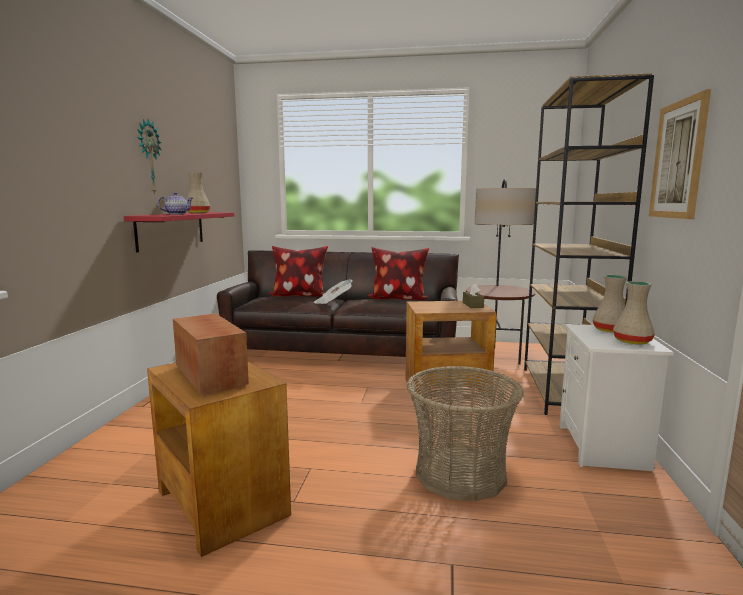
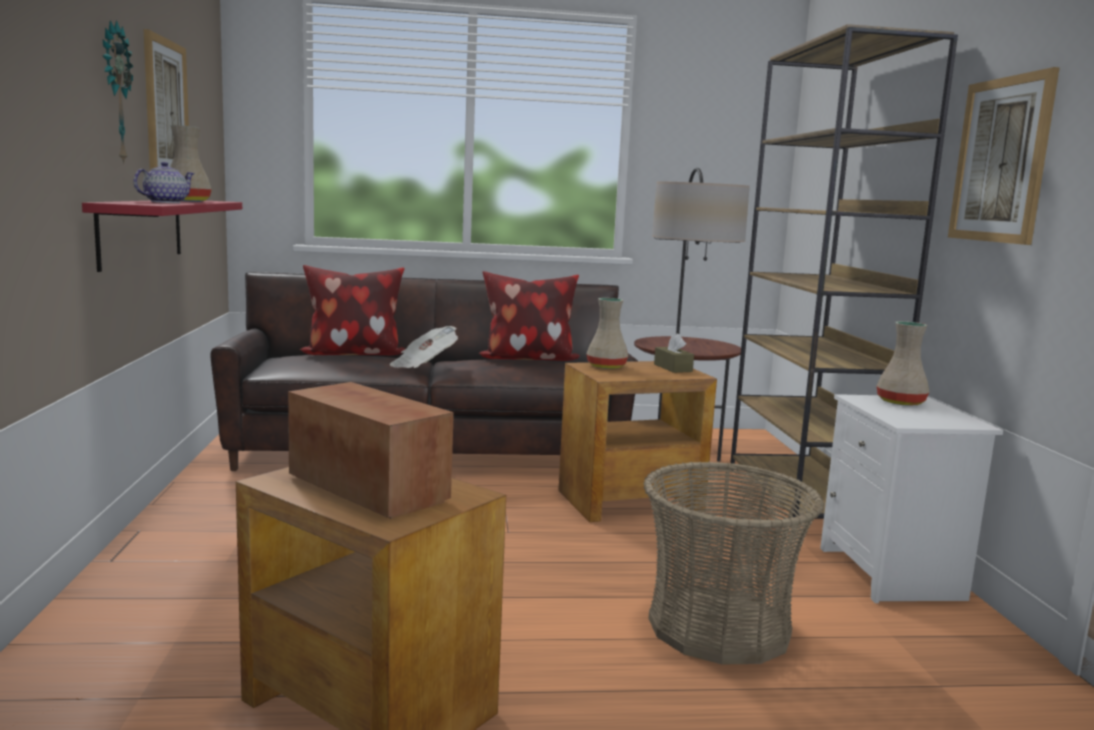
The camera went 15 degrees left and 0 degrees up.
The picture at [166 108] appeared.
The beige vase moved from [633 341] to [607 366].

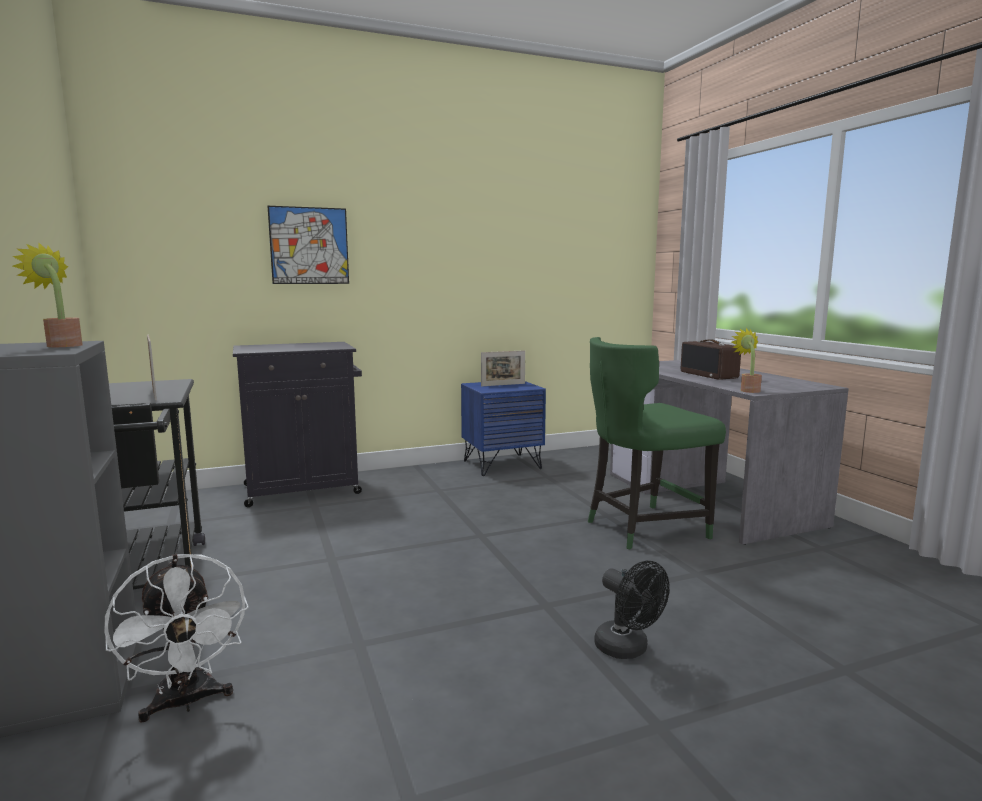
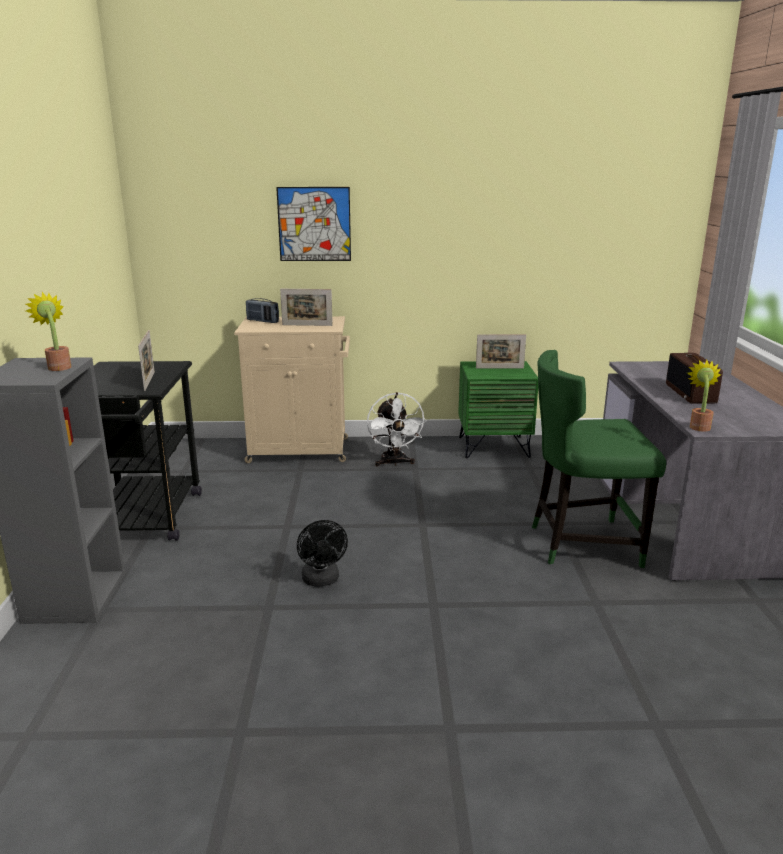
The camera went 20 degrees right and 10 degrees up.
The radio at [262 321] appeared.
The picture frame at [307 325] appeared.
The white fan moved from [187 702] to [394 463].
The black fan moved from [628 649] to [322 580].
The black cabinet at [304 489] became the beige cabinet at [301 450].
The blue nightstand at [502 465] became the green nightstand at [493 447].

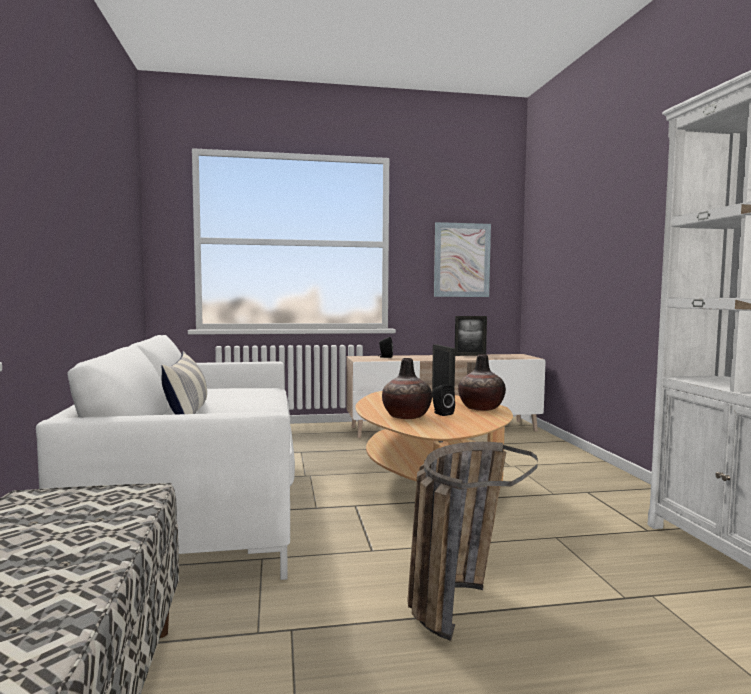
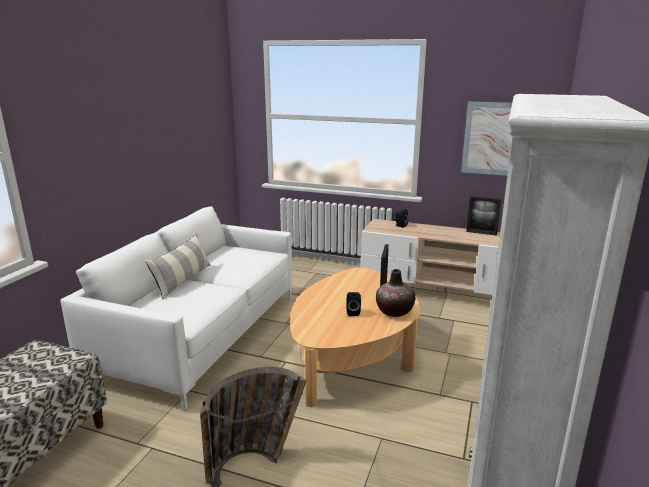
The camera went 30 degrees right and 15 degrees up.
The vase at [406 416] disappeared.

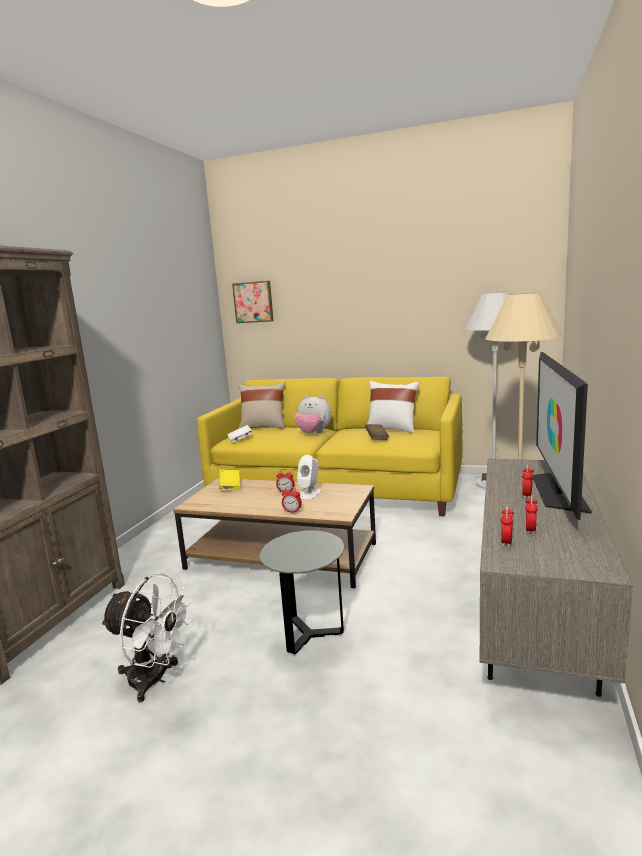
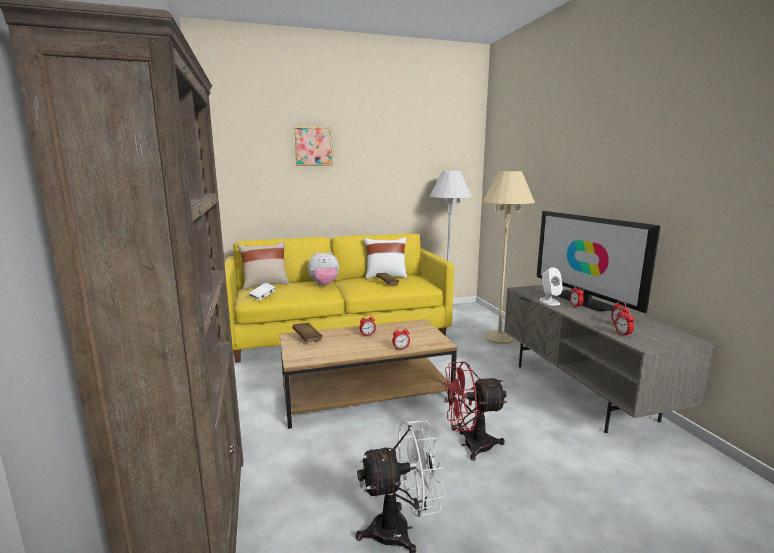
The camera went 35 degrees left and 0 degrees up.
The picture moved from [253 302] to [313 146].
The white speaker moved from [310 493] to [549 301].
The grey side table at [309 635] was replaced by the red fan at [470 445].
The yellow book at [230 487] became the brown book at [307 339].

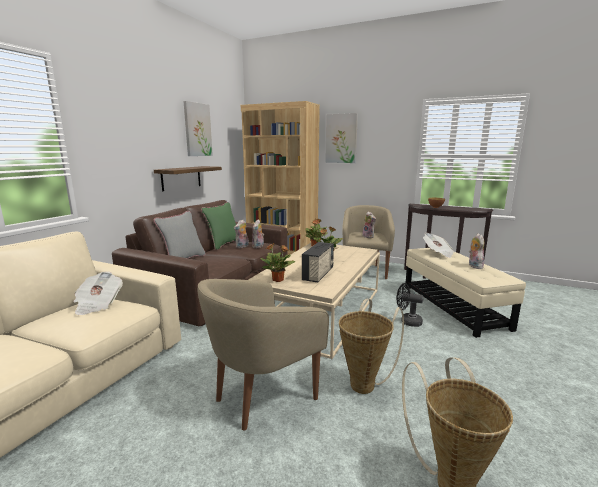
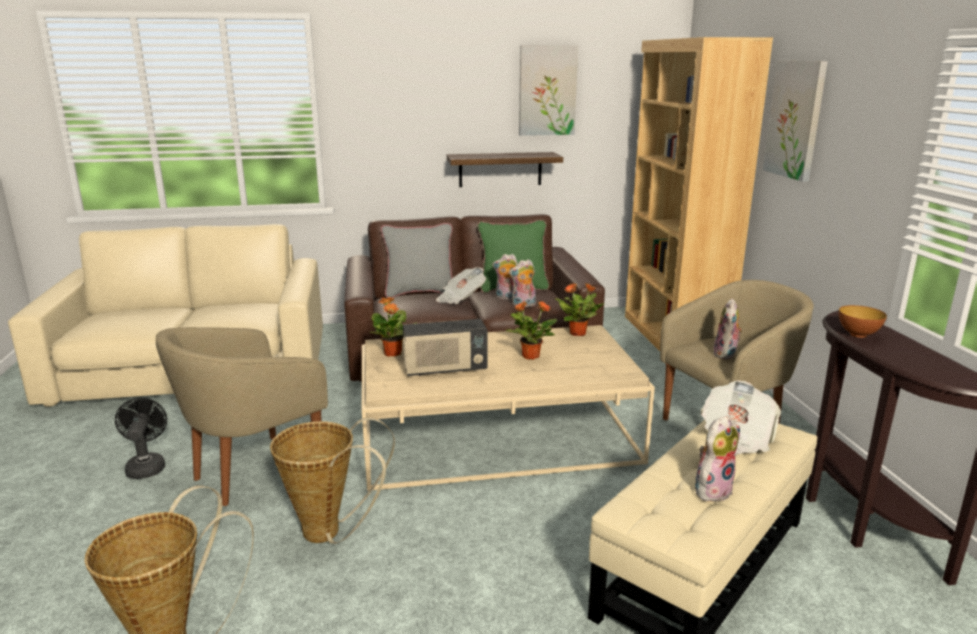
The camera went 55 degrees right and 5 degrees up.
The newspaper moved from [98 304] to [460 299].
The black fan moved from [407 321] to [146 466].
The beige armchair at [262 396] turned 60 degrees counterclockwise.

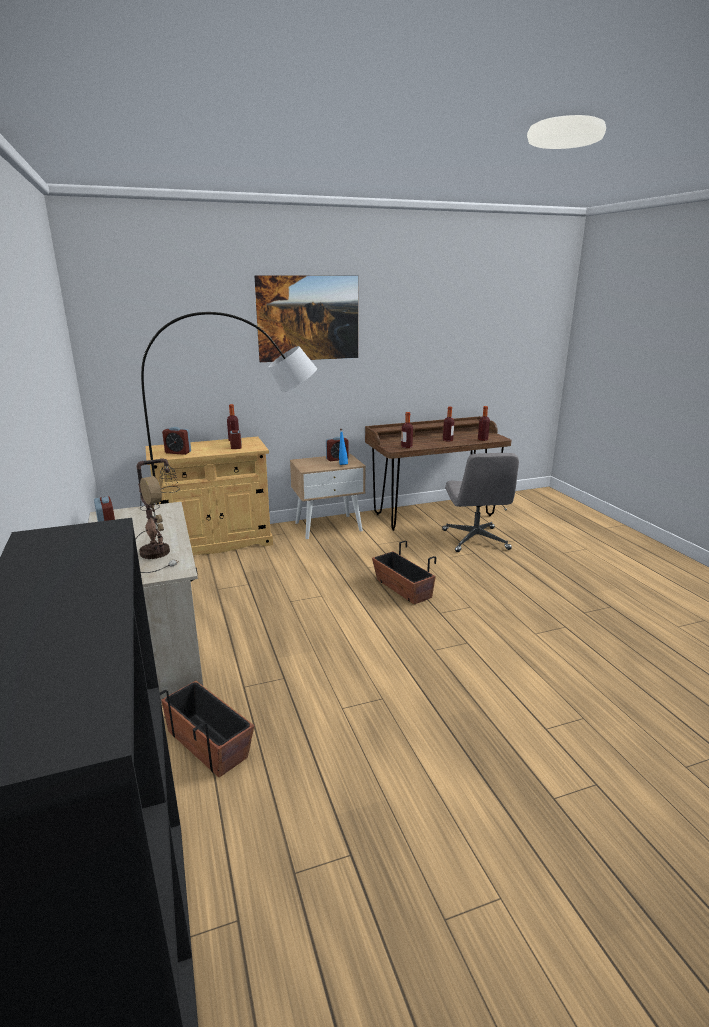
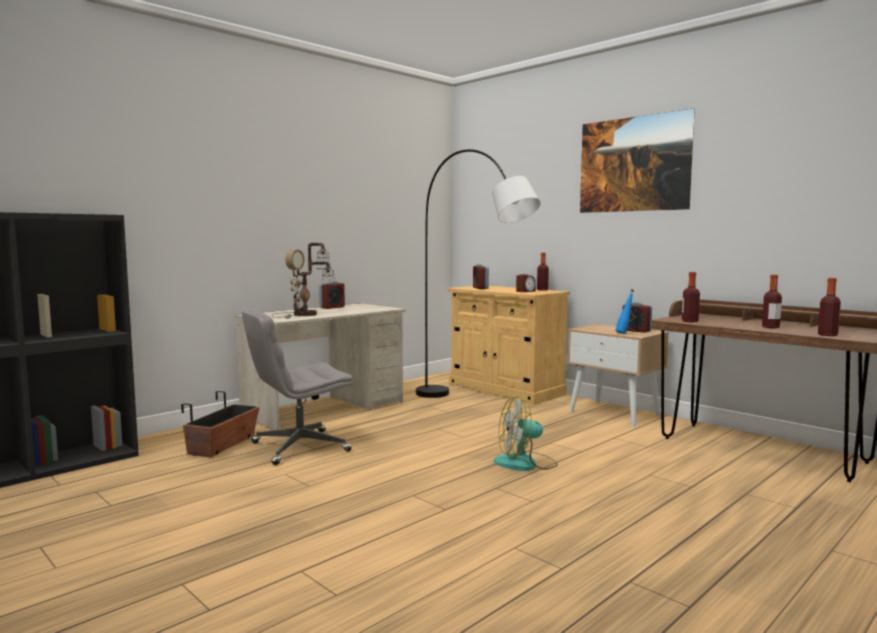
The camera went 65 degrees right and 15 degrees down.
The grey office chair moved from [475 540] to [299 447].
The planter at [402 589] was replaced by the fan at [525 464].

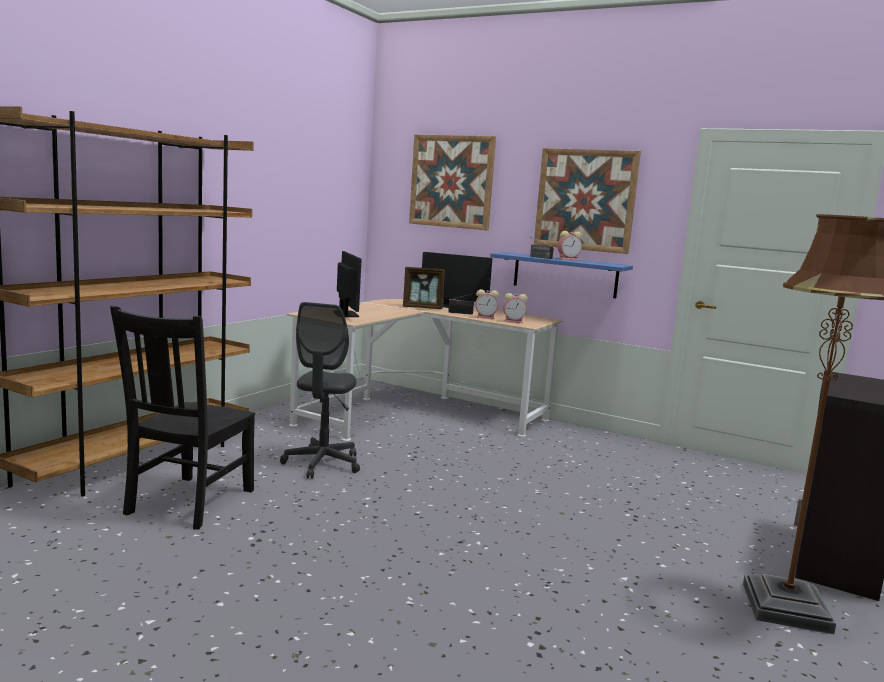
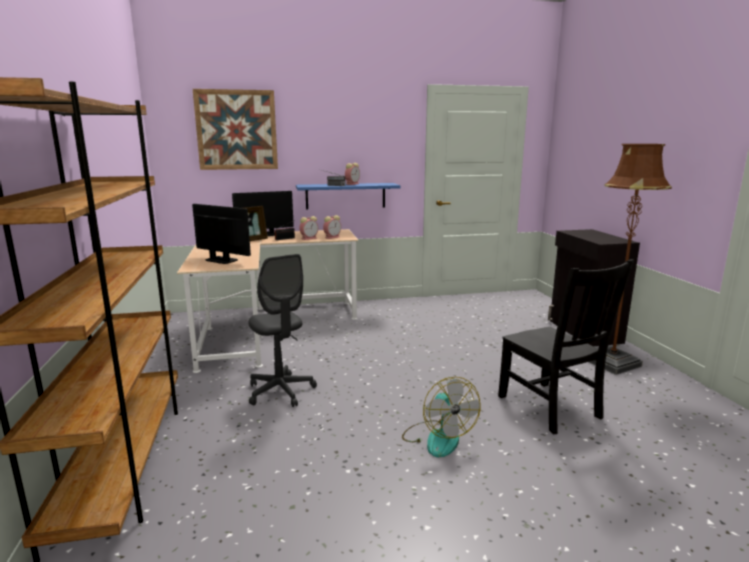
The camera went 40 degrees left and 5 degrees up.
The picture at [585 200] disappeared.
The fan at [438 438] appeared.
The black chair moved from [188 503] to [551 408].

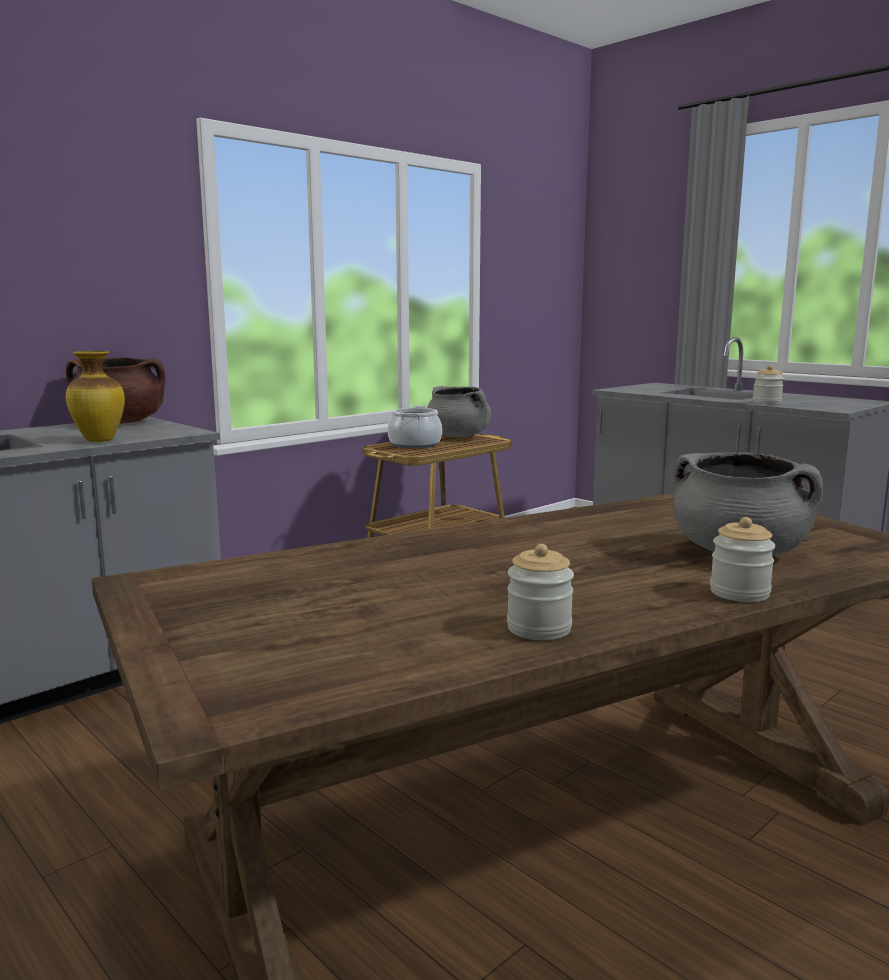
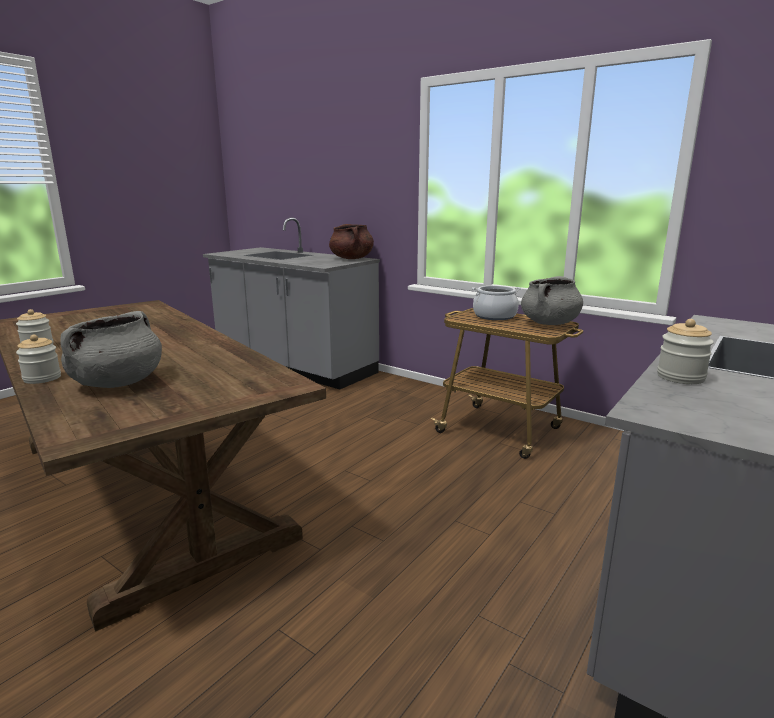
The camera went 80 degrees right and 5 degrees up.
The vase at [98 441] disappeared.

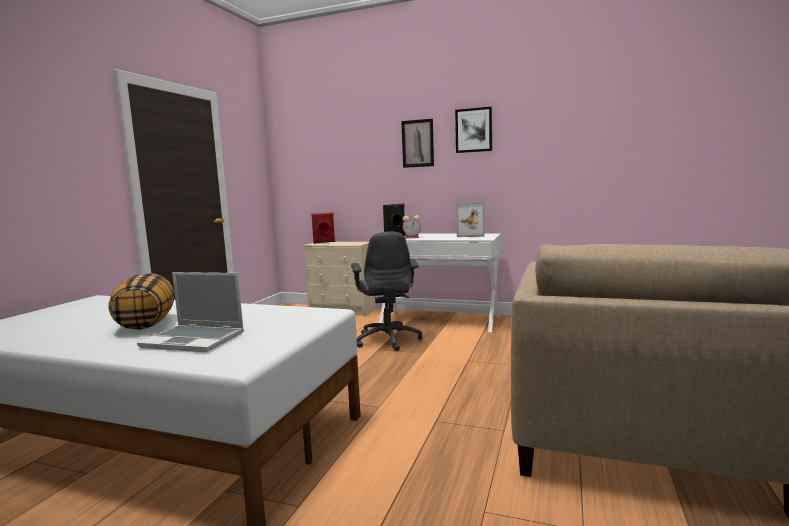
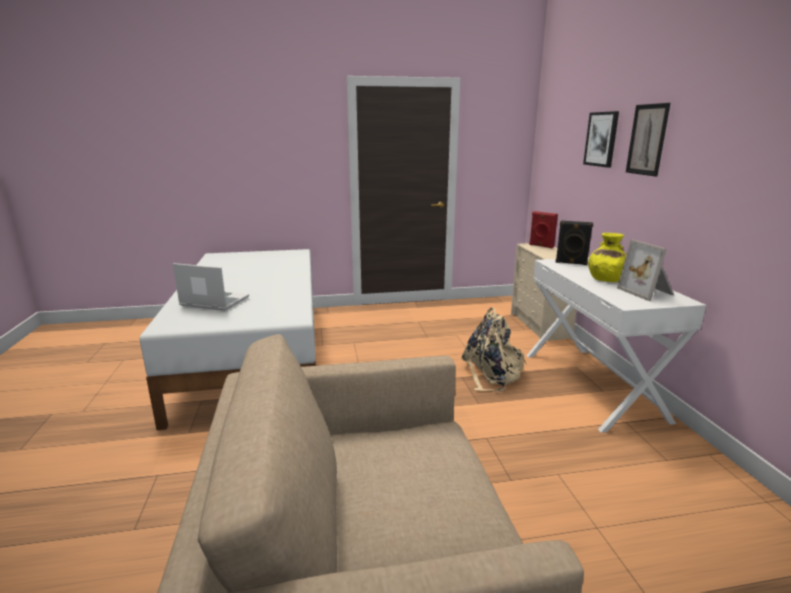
The camera went 60 degrees right and 10 degrees up.
The pillow at [146 324] disappeared.
The alarm clock at [412 237] disappeared.
The yellow vase at [606 279] appeared.
The picture moved from [473 130] to [601 139].
The grey office chair at [388 339] was replaced by the beige backpack at [492 374].
The laptop at [195 340] turned 120 degrees clockwise.

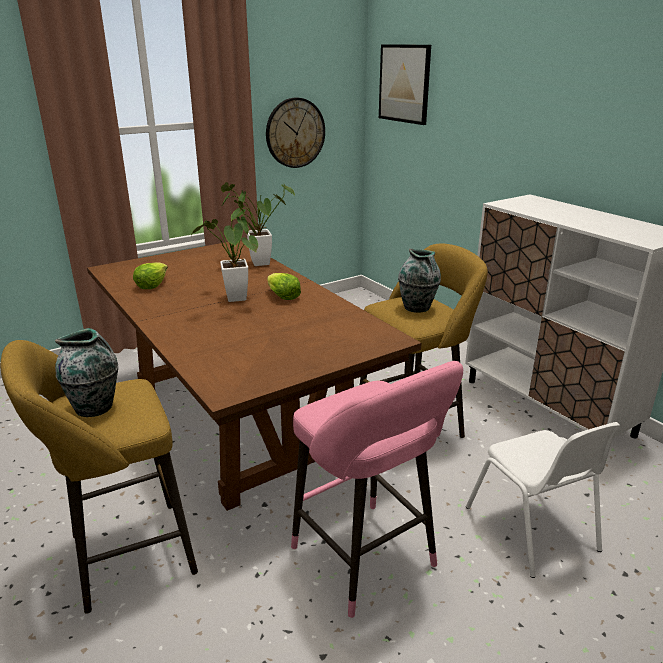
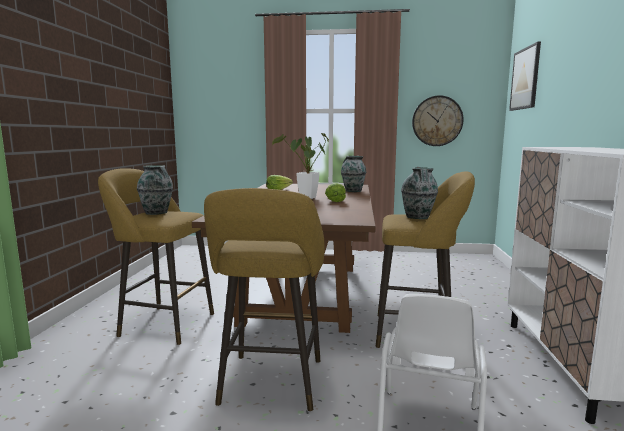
The camera went 40 degrees right and 15 degrees down.
The potted plant at [255 263] was replaced by the vase at [353 191].
The pink stool at [368 561] became the yellow stool at [270 385].

